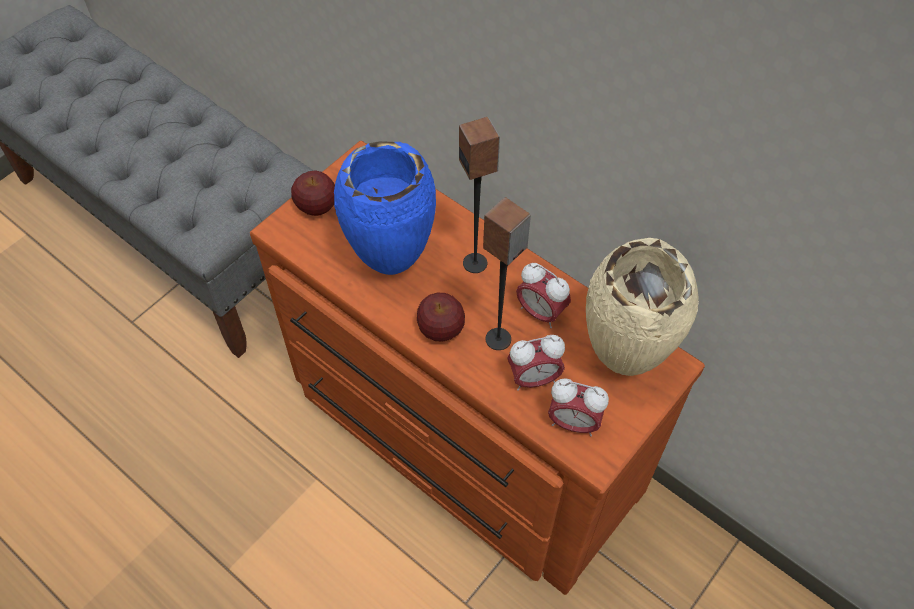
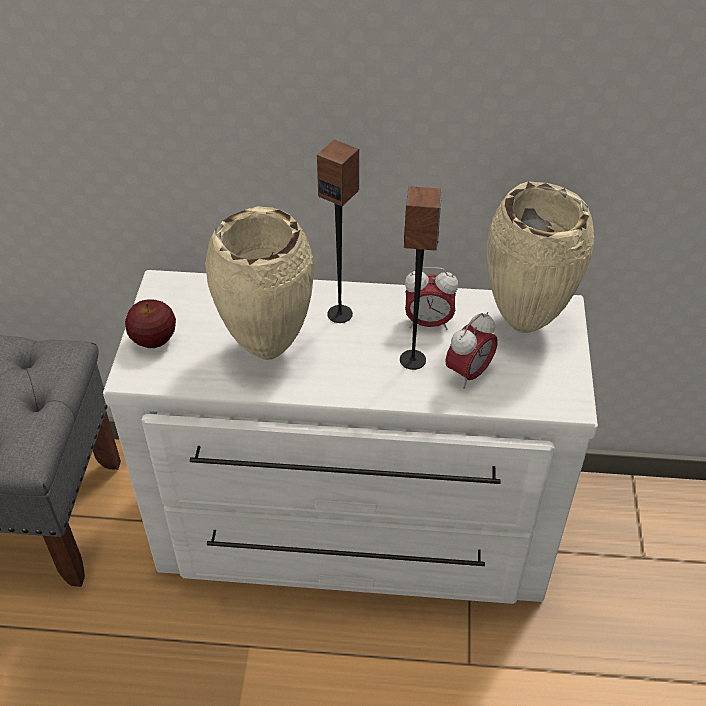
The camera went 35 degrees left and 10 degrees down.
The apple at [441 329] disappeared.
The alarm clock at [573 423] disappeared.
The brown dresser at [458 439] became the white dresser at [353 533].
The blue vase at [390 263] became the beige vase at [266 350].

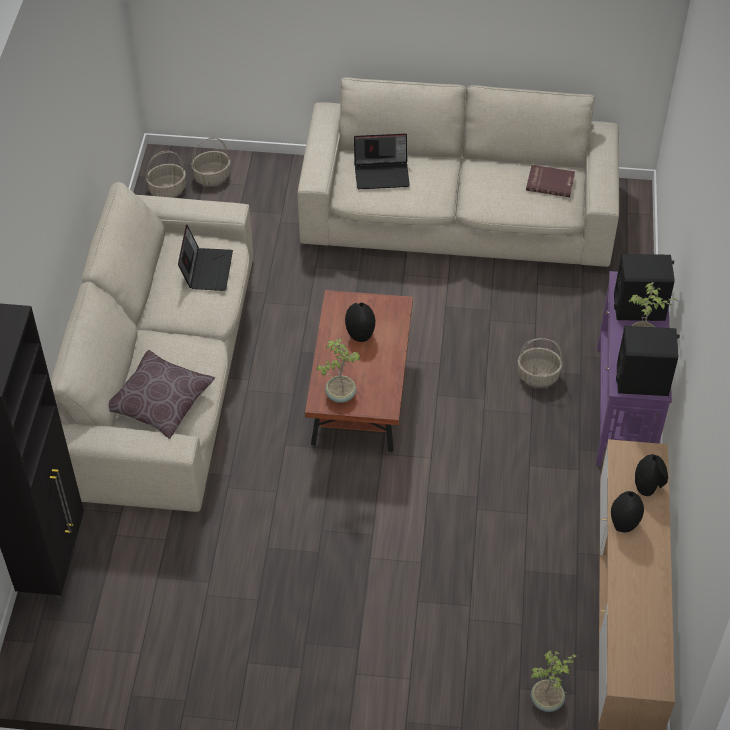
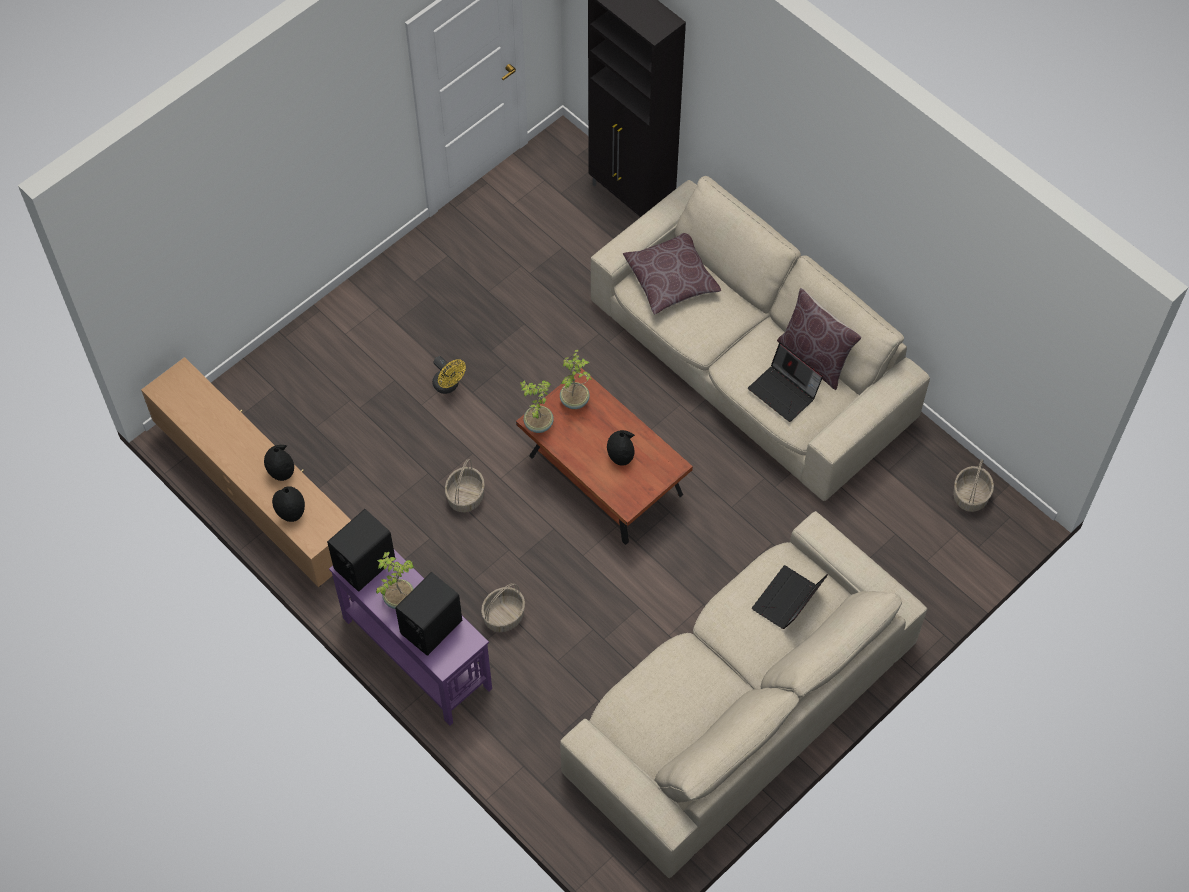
The camera went 130 degrees right and 10 degrees up.
The red book at [550 182] disappeared.
The yellow fan at [448 386] appeared.
The brown pillow at [814 358] appeared.
The basket moved from [212 177] to [465 496].
The potted plant moved from [547 701] to [537 424].

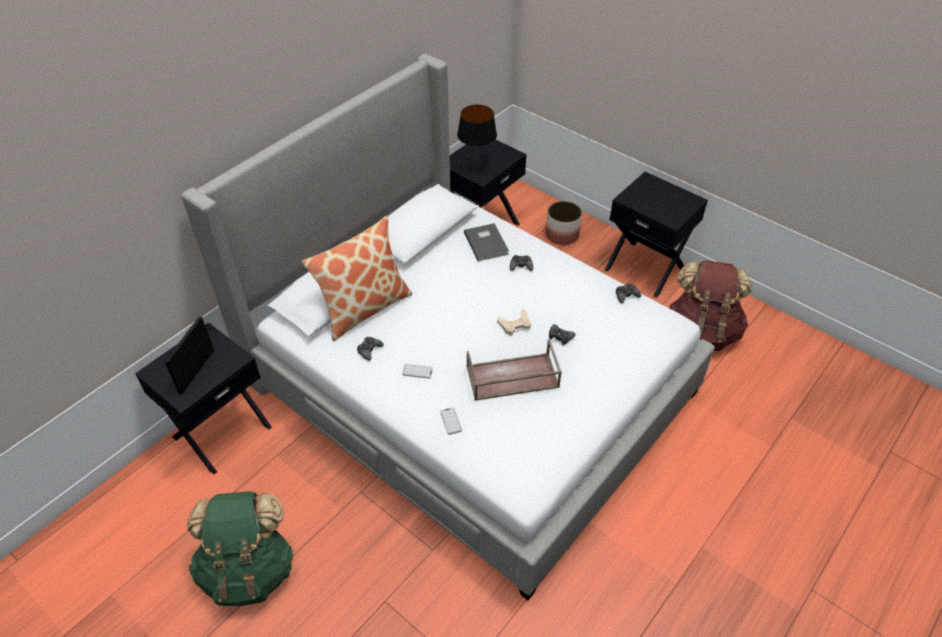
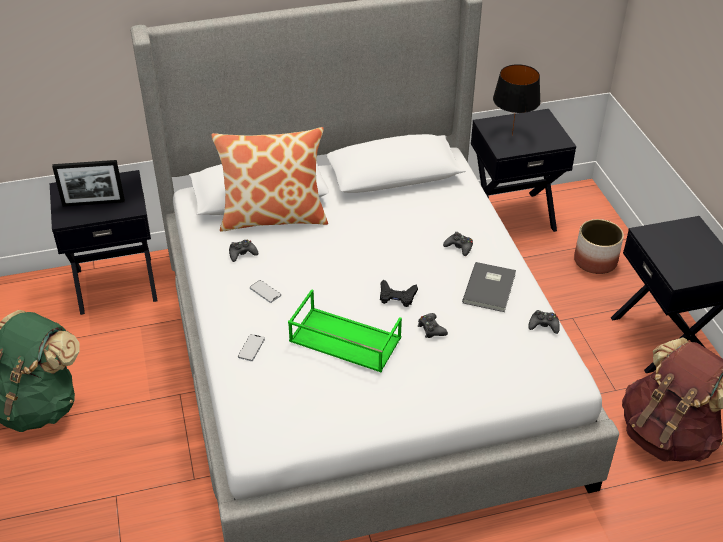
The camera went 35 degrees right and 5 degrees down.
The grey book moved from [487 243] to [491 288].
The brown tray at [511 377] became the green tray at [343 340].
The beige game controller at [515 325] became the black game controller at [397 296].
The picture frame at [196 371] turned 150 degrees counterclockwise.

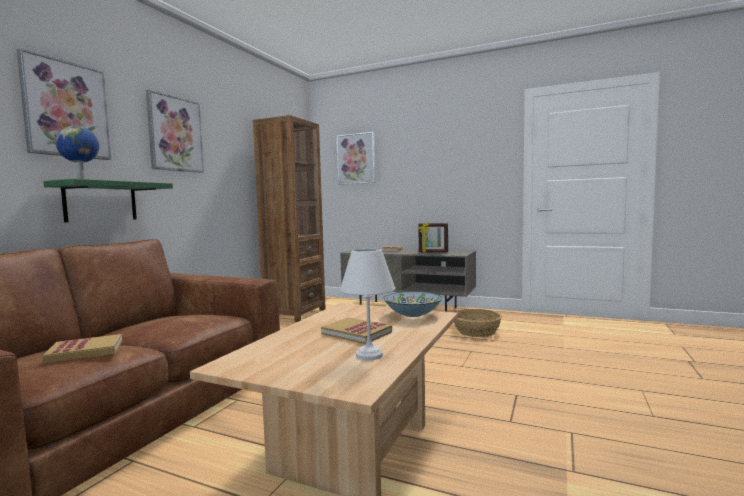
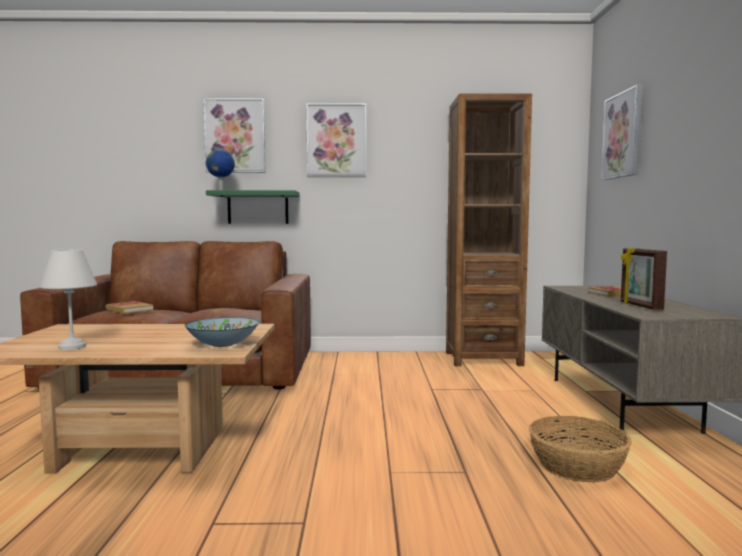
The camera went 65 degrees right and 0 degrees up.
The book at [356 333] disappeared.

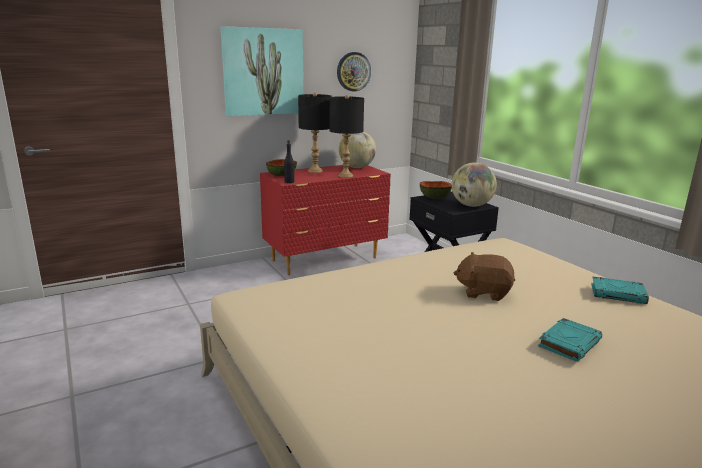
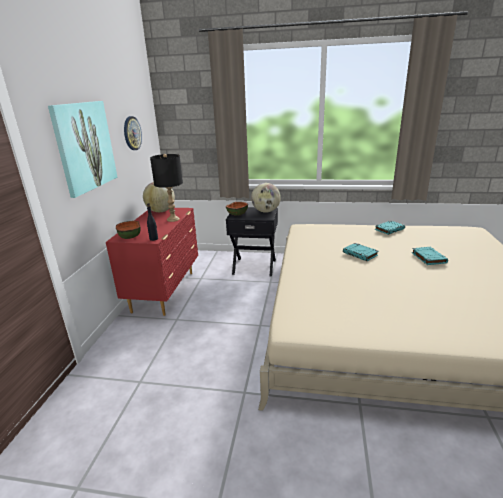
The camera went 50 degrees left and 5 degrees up.
The black table lamp at [315 171] disappeared.
The brown plush toy at [483 292] was replaced by the turquoise book at [360 254].

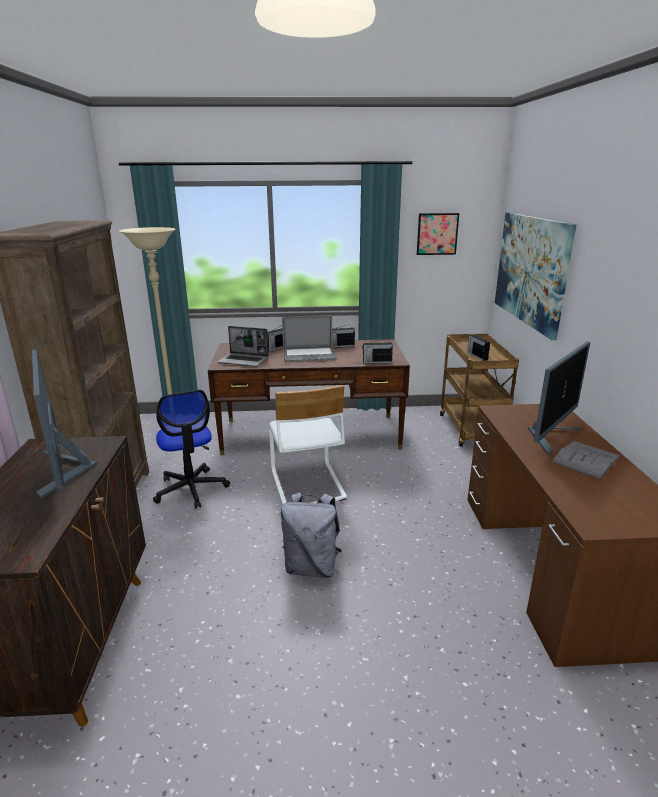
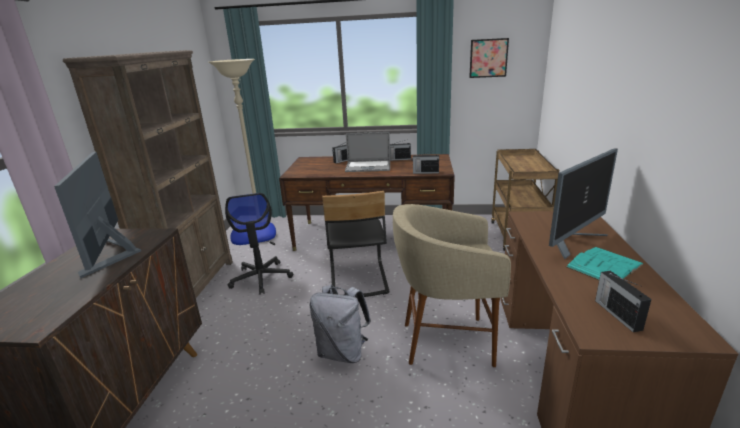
The camera went 10 degrees right and 0 degrees up.
The laptop at [244 360] disappeared.
The picture at [530 270] disappeared.
The beige stool at [446 342] appeared.
The radio moved from [477 356] to [617 314].
The white chair at [306 485] became the black chair at [357 279].
The grey book at [586 460] became the turquoise book at [604 266].

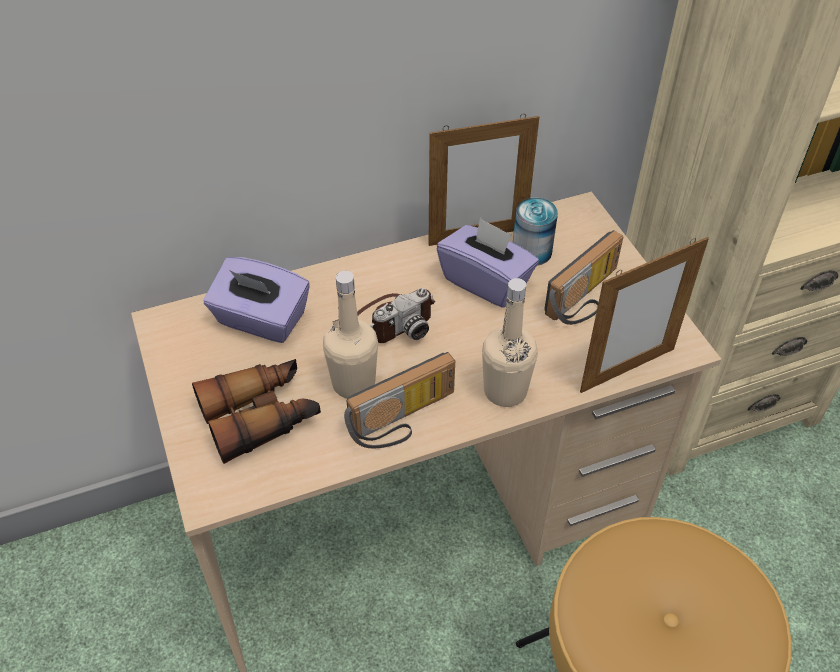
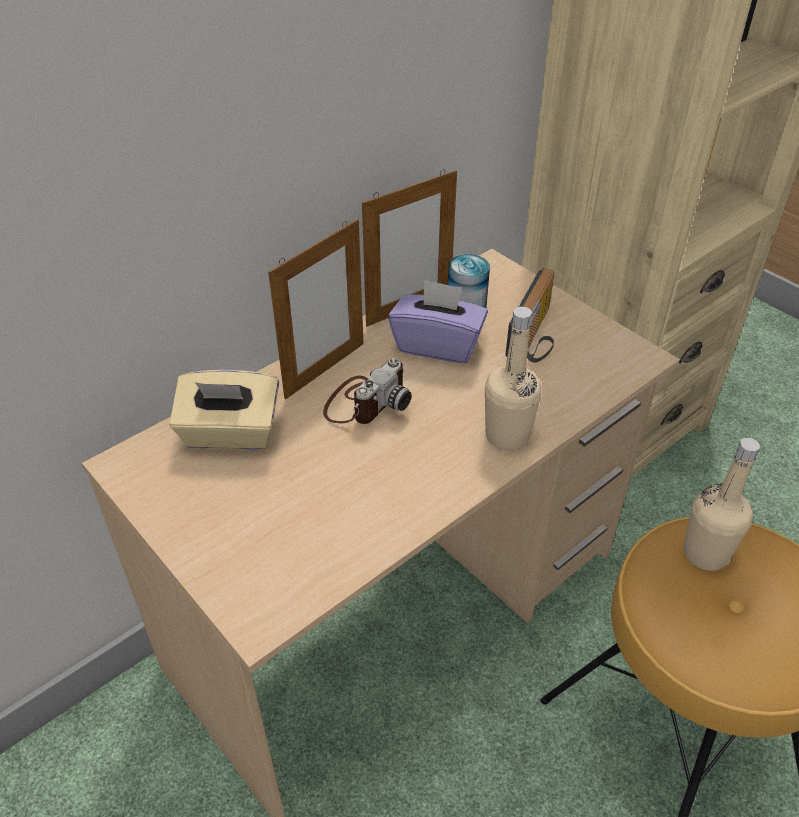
The camera went 20 degrees left and 5 degrees down.
The binoculars at [261 416] disappeared.
The radio at [404 420] disappeared.
The beige bottle moved from [353 383] to [705 553].
The picture frame moved from [627 370] to [325 370].
The purple tissue box at [261 320] became the beige tissue box at [230 434].

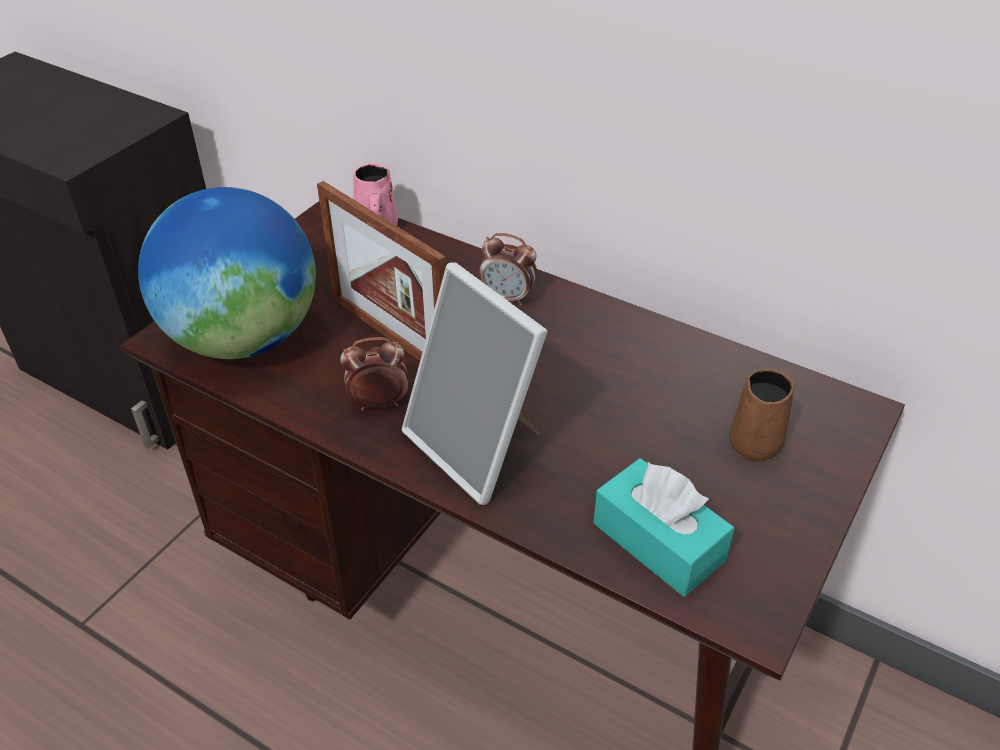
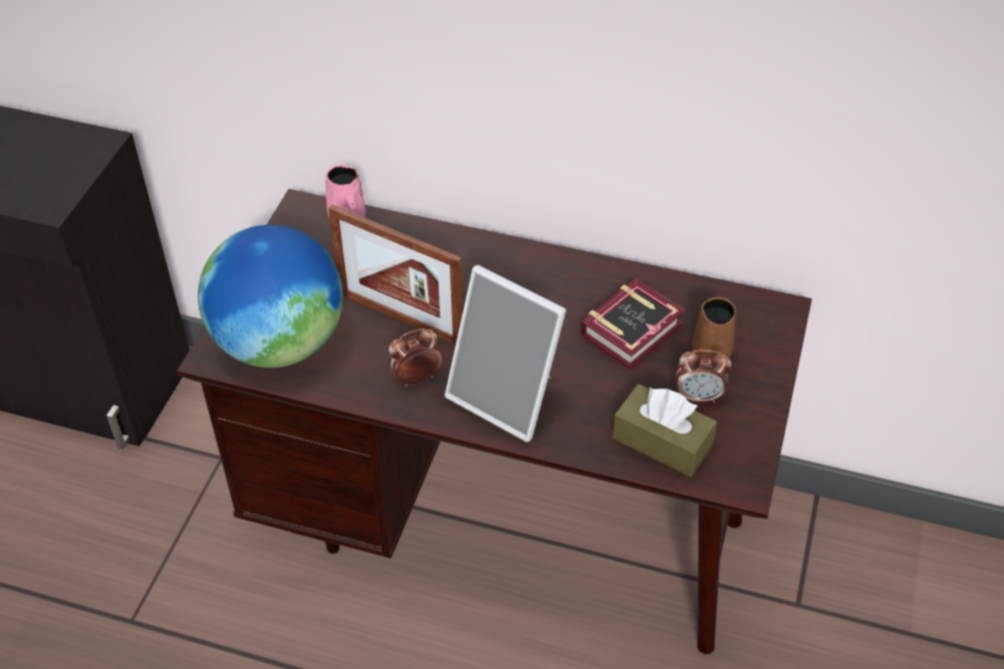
The camera went 15 degrees left and 5 degrees up.
The book at [636 329] appeared.
The alarm clock moved from [508 297] to [698 396].
The turquoise tissue box at [658 542] became the brown tissue box at [662 442].

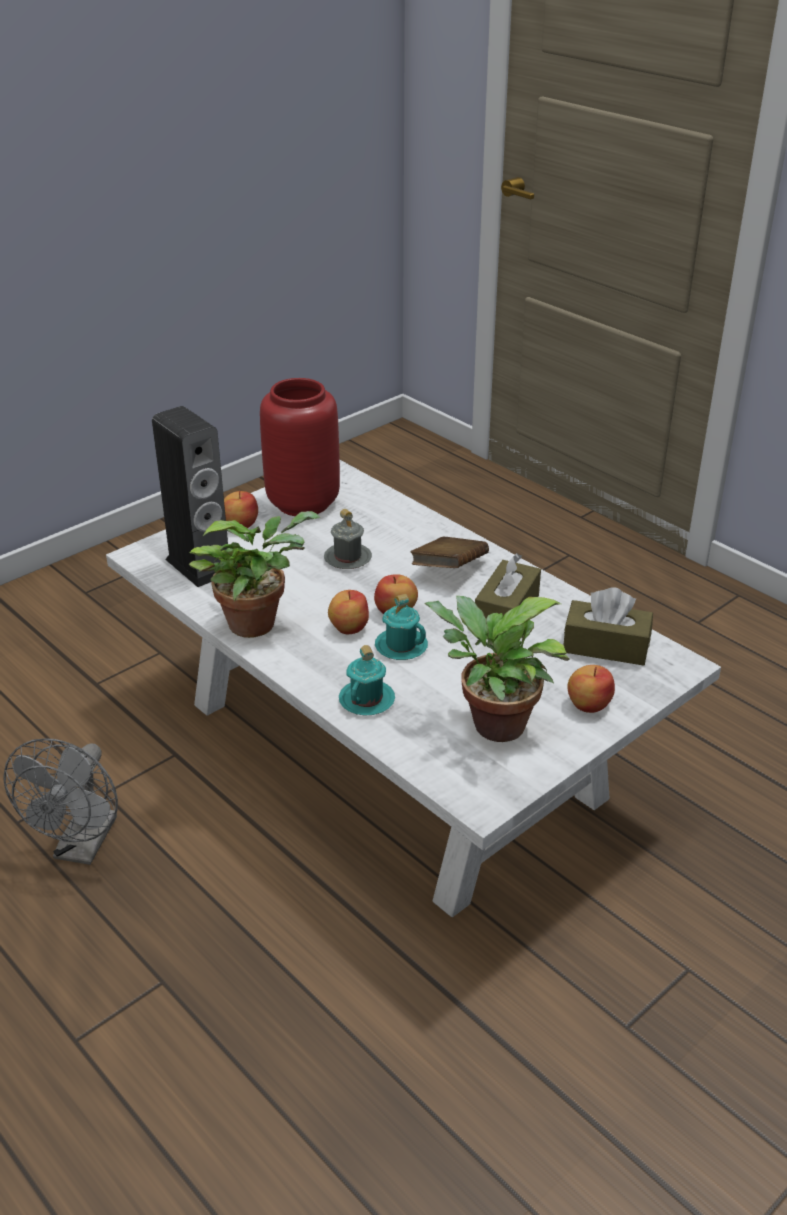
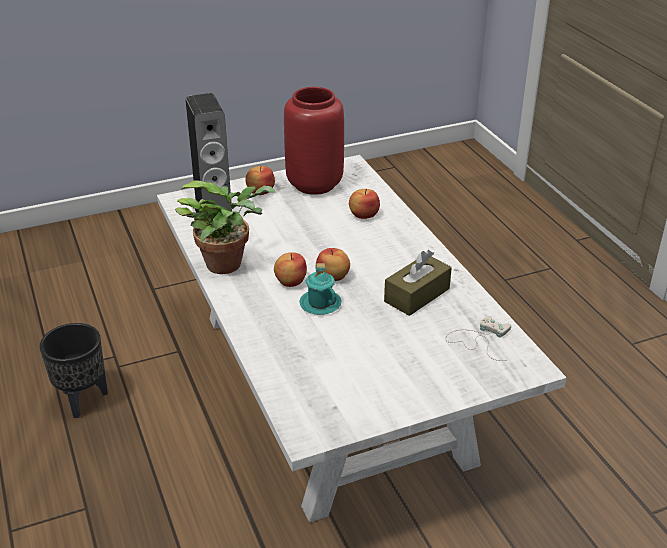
The camera went 20 degrees right and 0 degrees up.
The grey mug at [347 558] disappeared.
The turquoise mug at [366 700] disappeared.
The brown book at [449 570] disappeared.
The potted plant at [491 726] disappeared.
The apple moved from [588 704] to [363 215].
The grey fan at [82 847] was replaced by the black planter at [84 400].
The brown tissue box at [606 646] was replaced by the white game controller at [479 339].

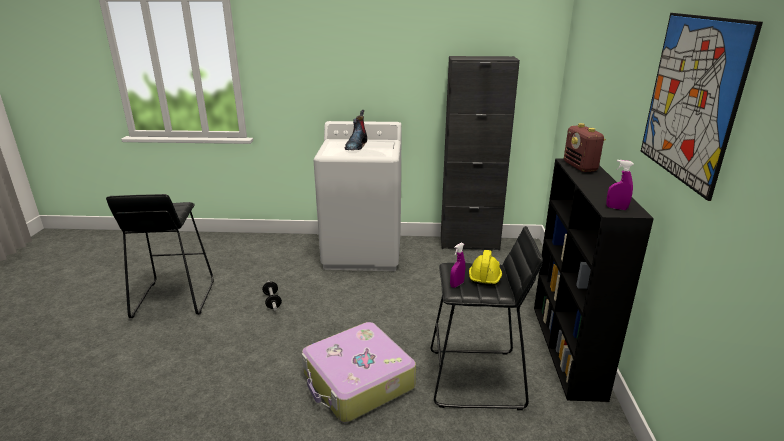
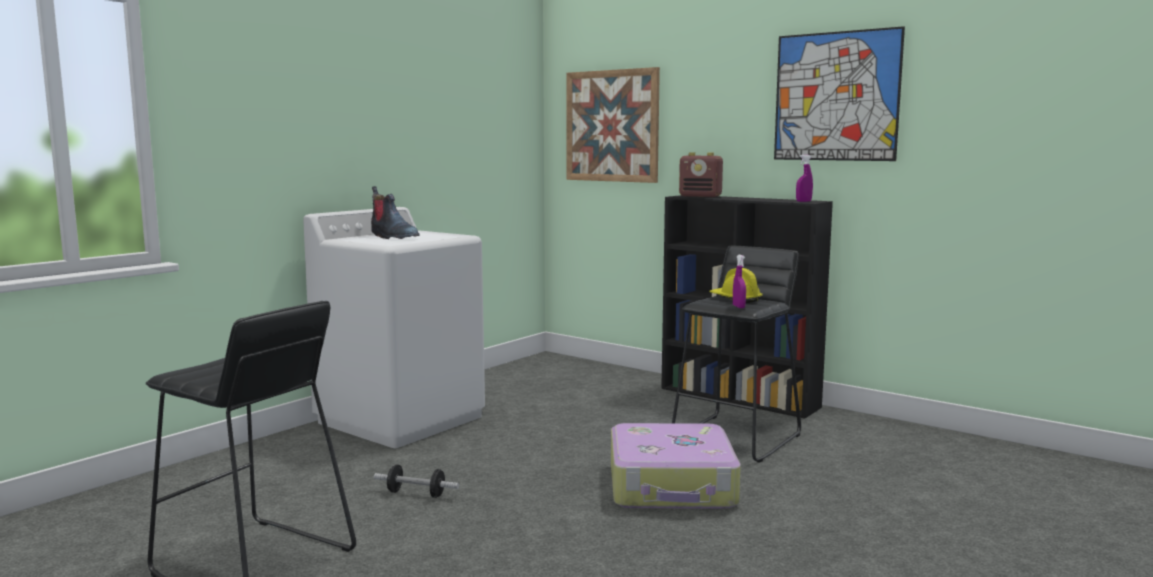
The camera went 55 degrees left and 15 degrees down.
The black cabinet at [469 243] disappeared.
The picture at [612 126] appeared.

